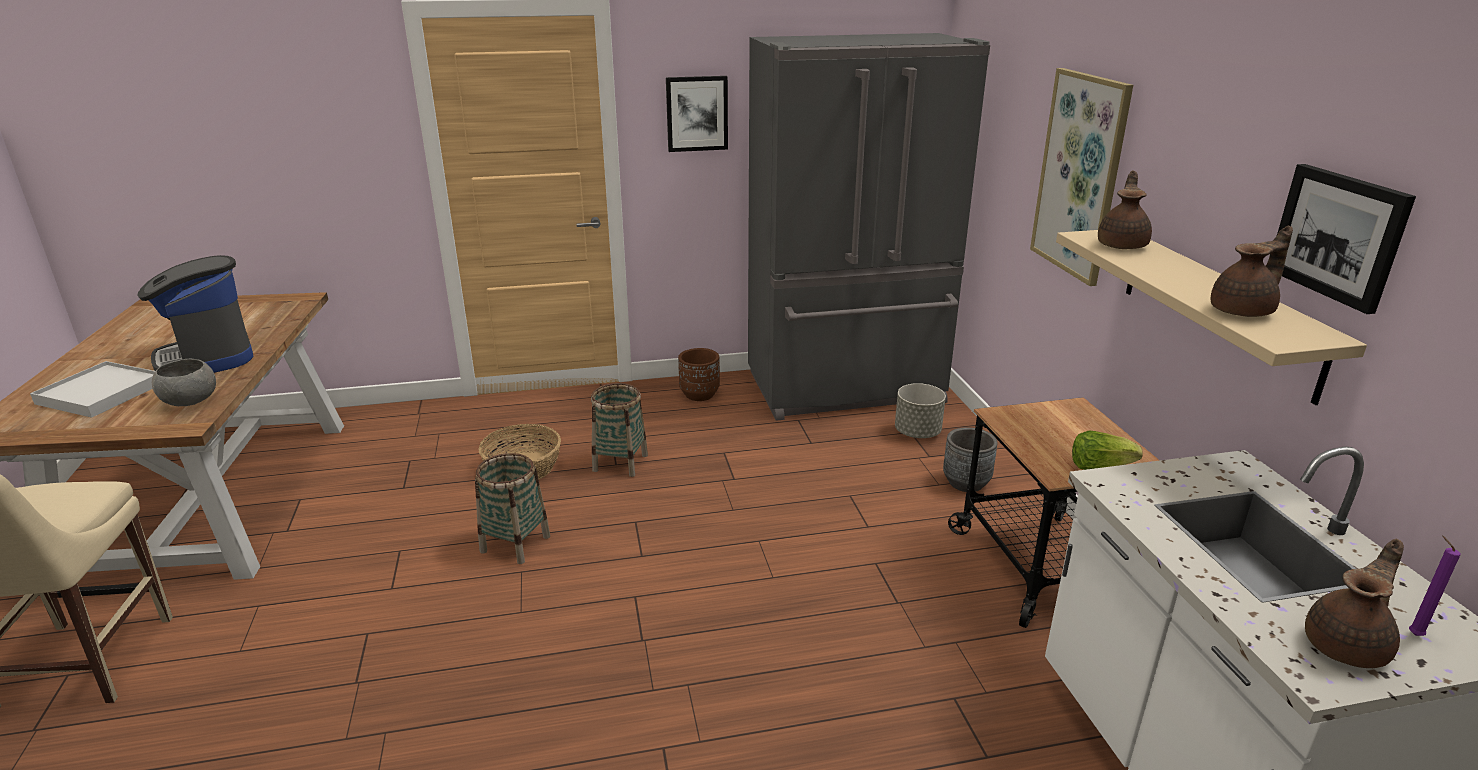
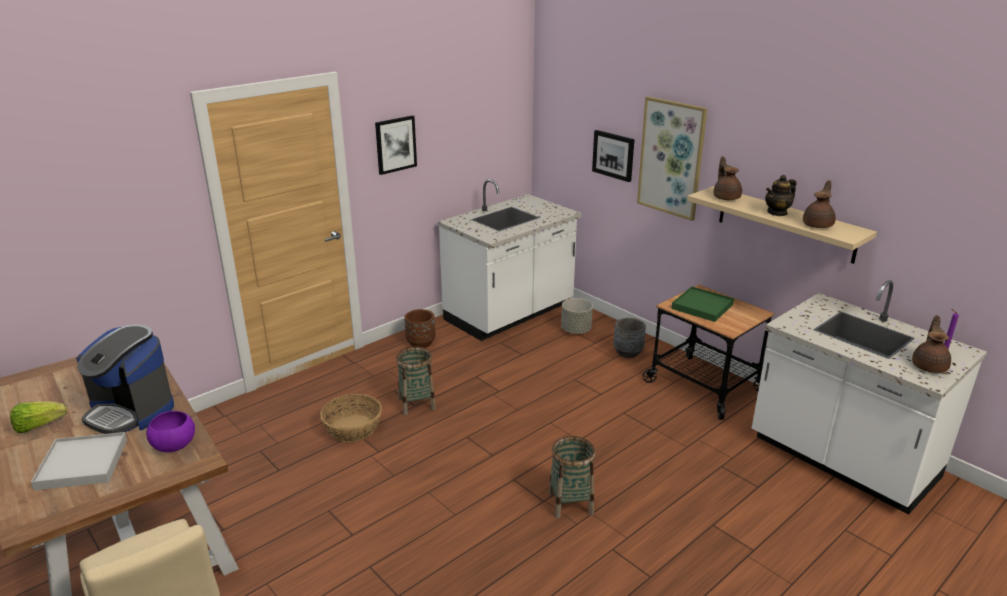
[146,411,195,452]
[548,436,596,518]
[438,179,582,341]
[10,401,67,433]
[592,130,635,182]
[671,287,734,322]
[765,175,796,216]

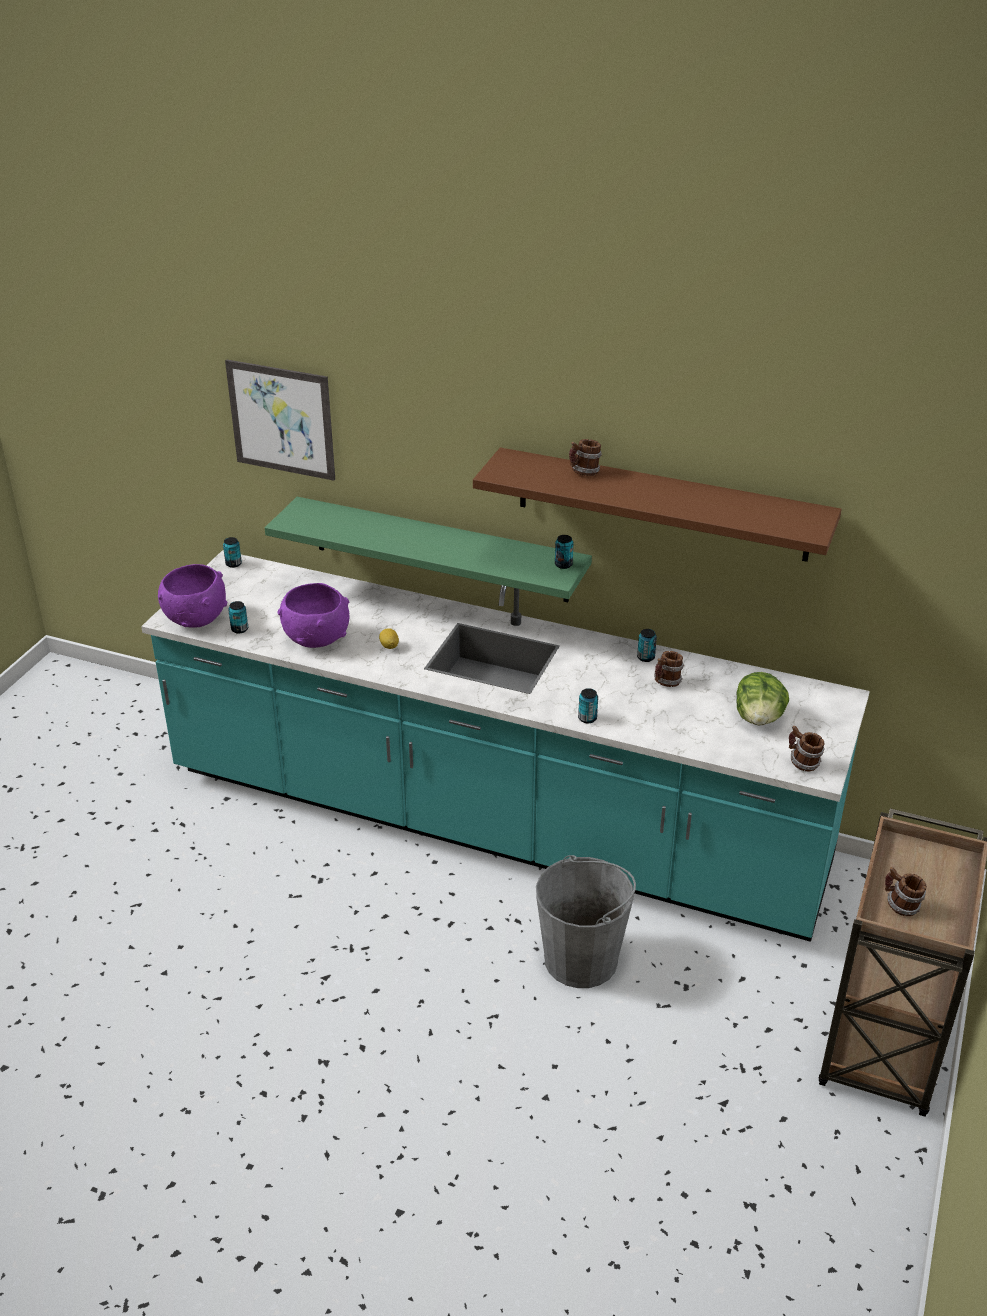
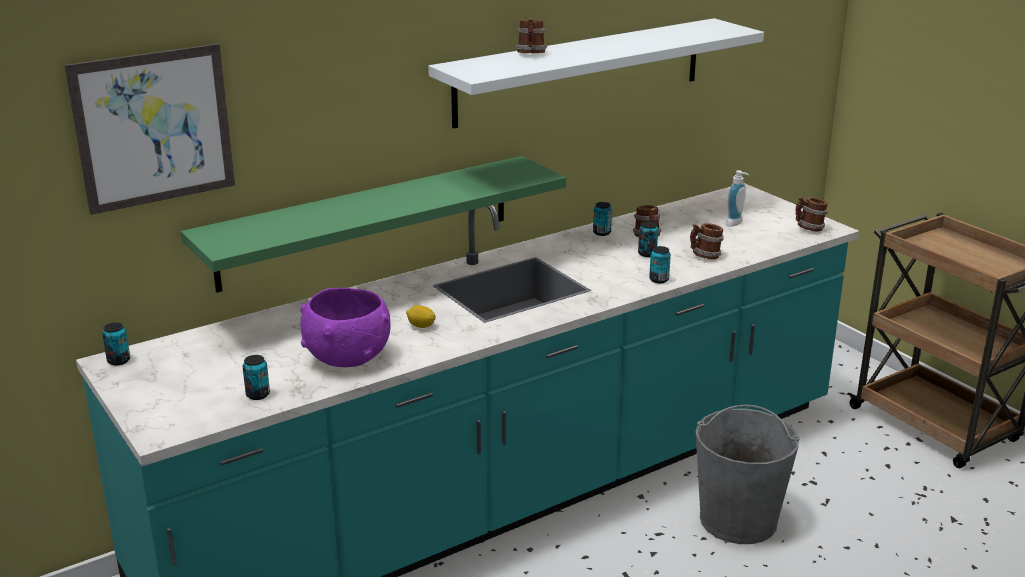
[158,564,227,628] (first image)
[428,18,764,129]
[638,222,658,257]
[726,170,749,227]
[690,223,724,259]

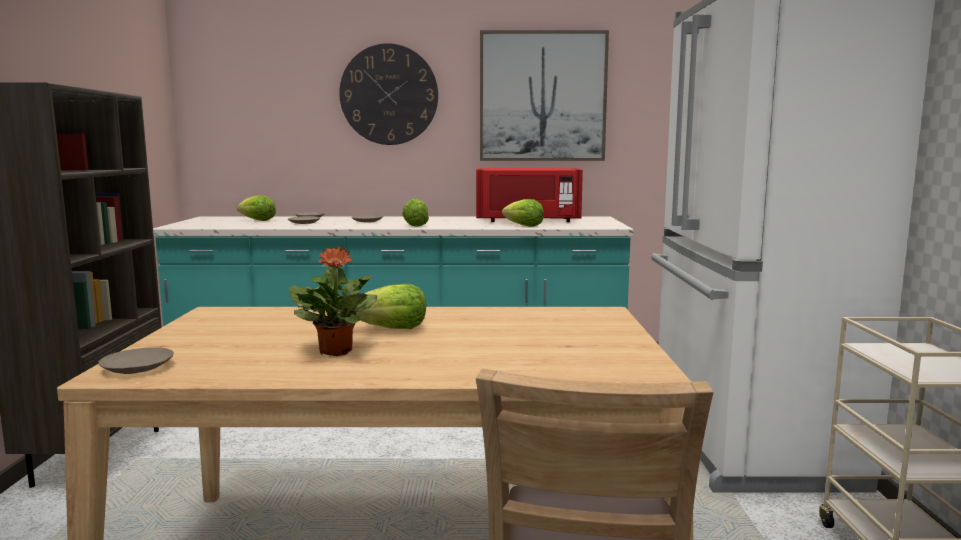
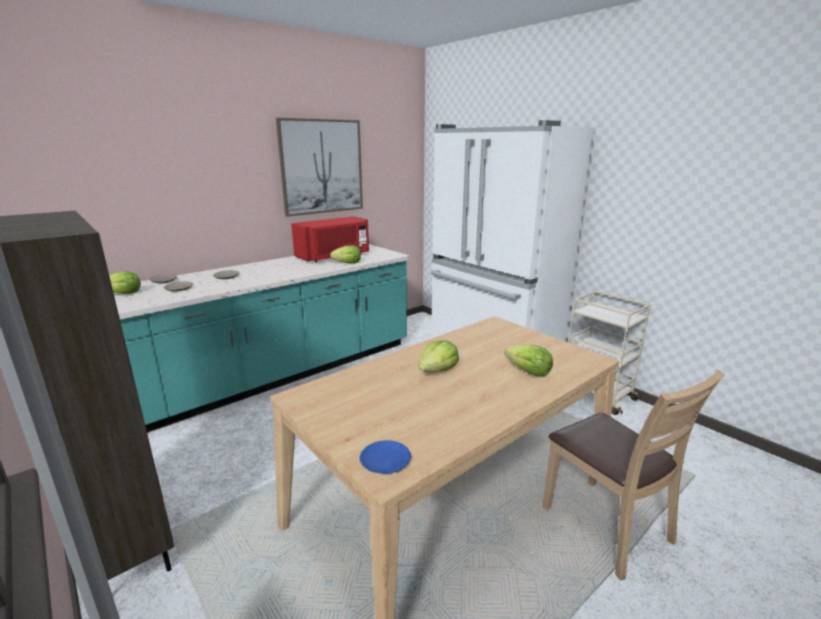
[360,440,411,474]
[289,246,377,356] (first image)
[339,43,438,145] (first image)
[504,344,553,377]

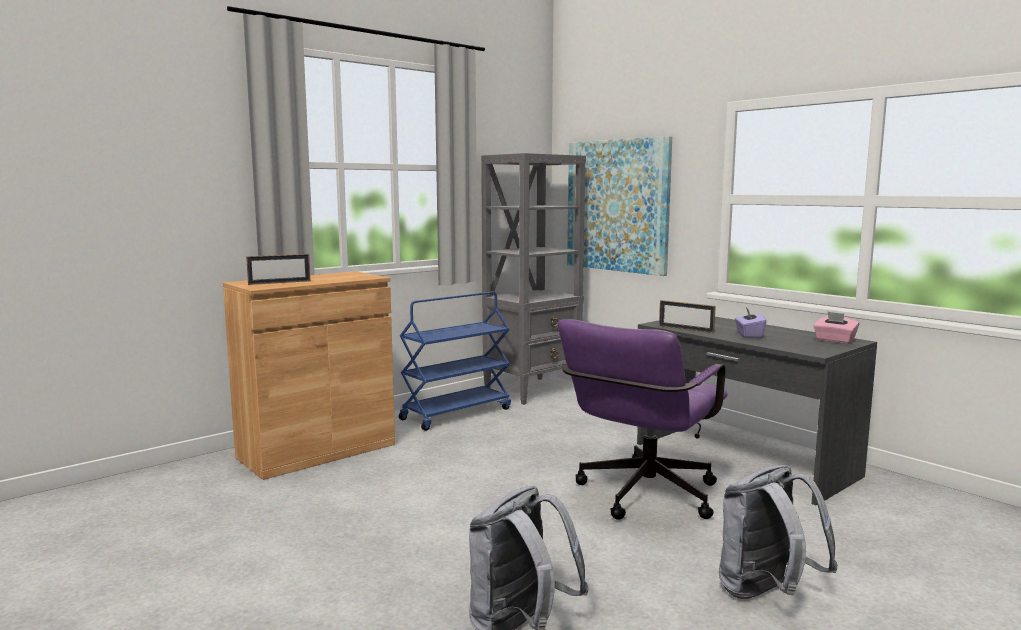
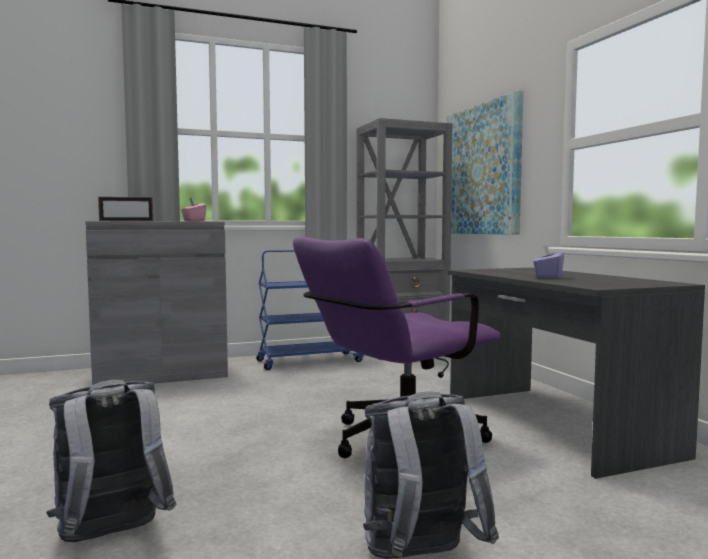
[85,221,228,385]
[659,300,716,333] (first image)
[181,198,207,221]

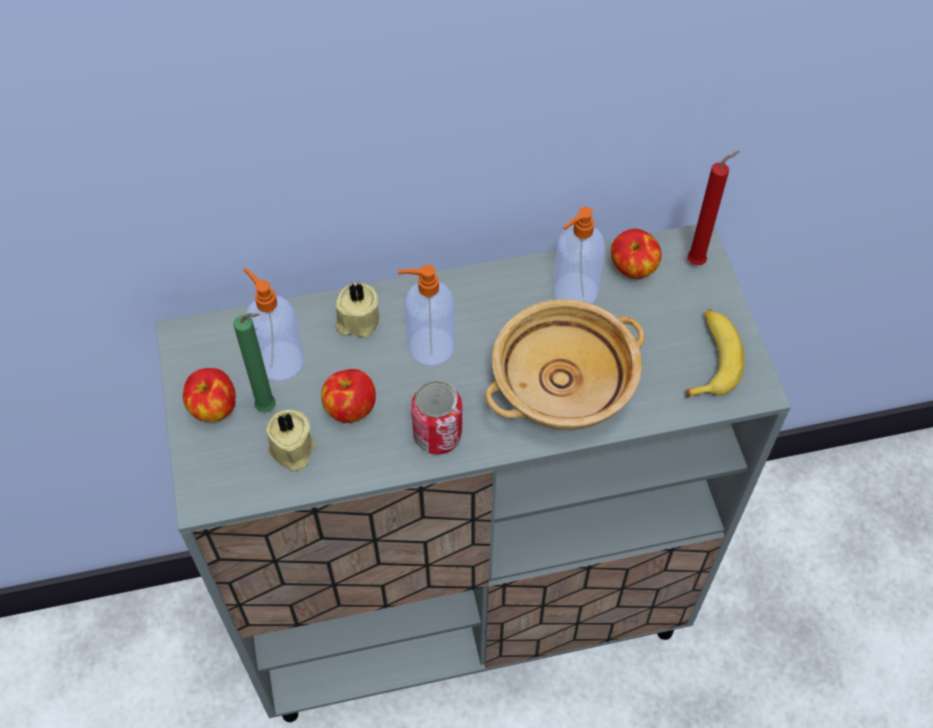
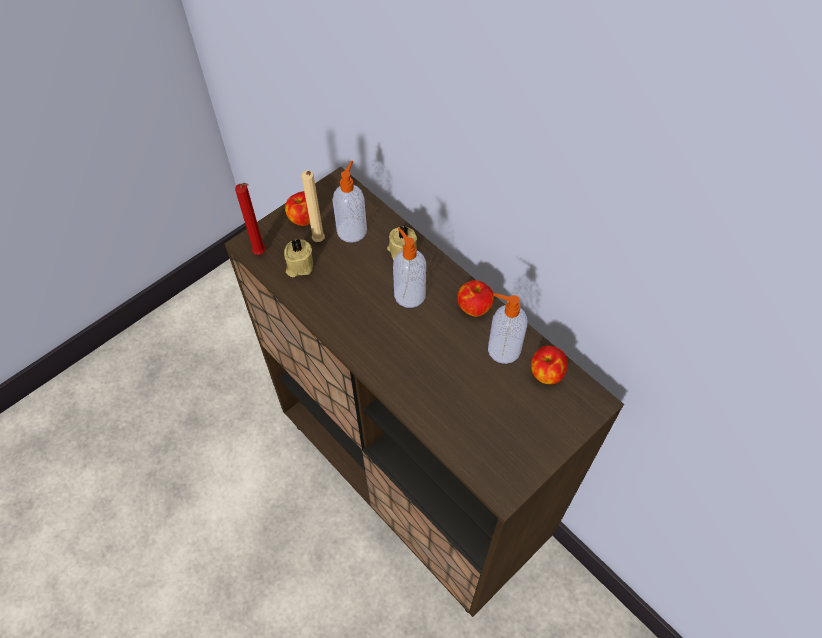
[225,166,624,617]
[302,170,325,242]
[457,280,494,317]
[411,380,462,455] (first image)
[485,299,645,430] (first image)
[686,309,745,398] (first image)
[235,183,265,255]

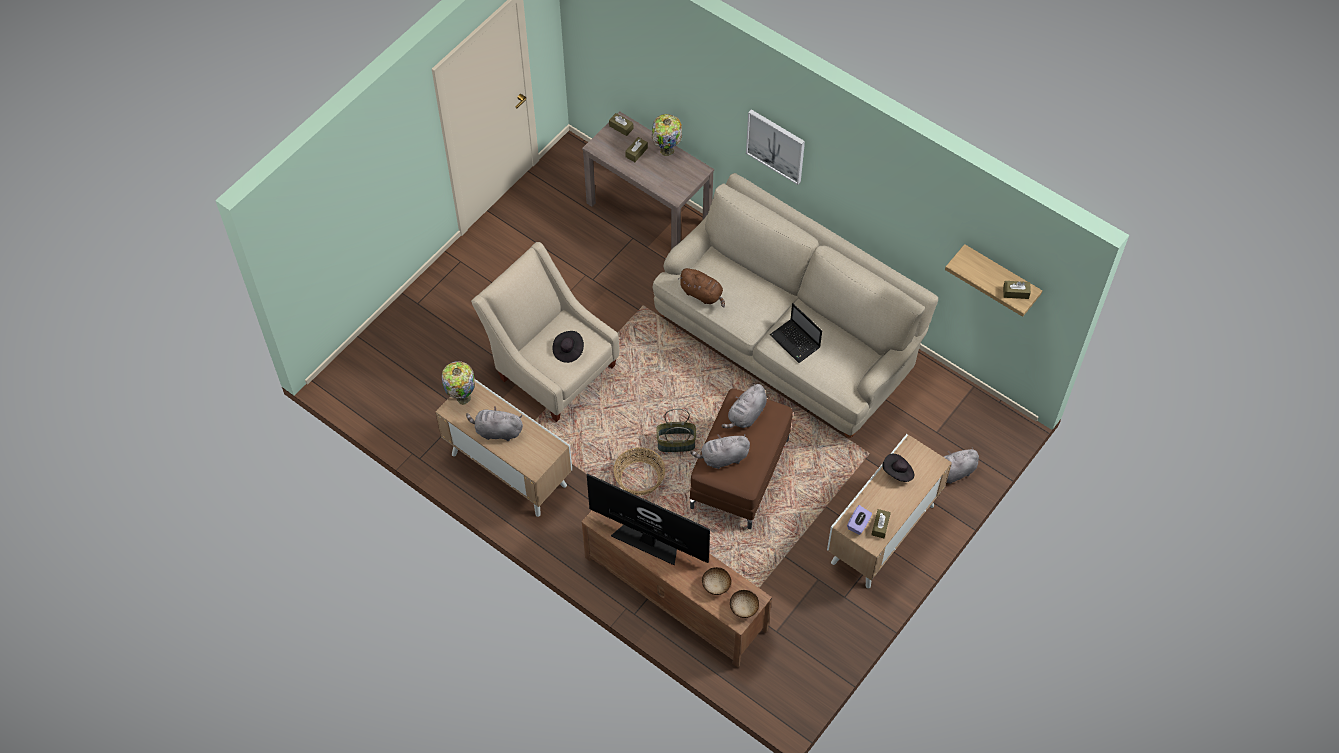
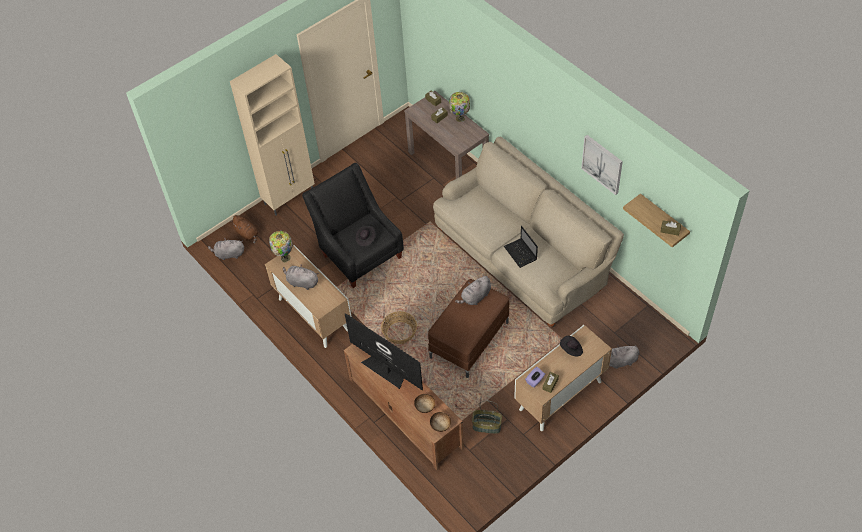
[302,163,404,288]
[472,401,502,434]
[230,215,258,243]
[208,238,244,260]
[581,135,623,195]
[230,54,315,216]

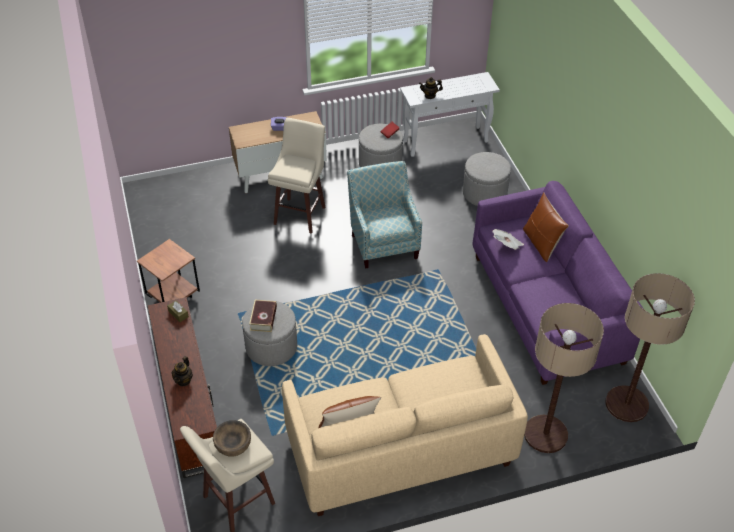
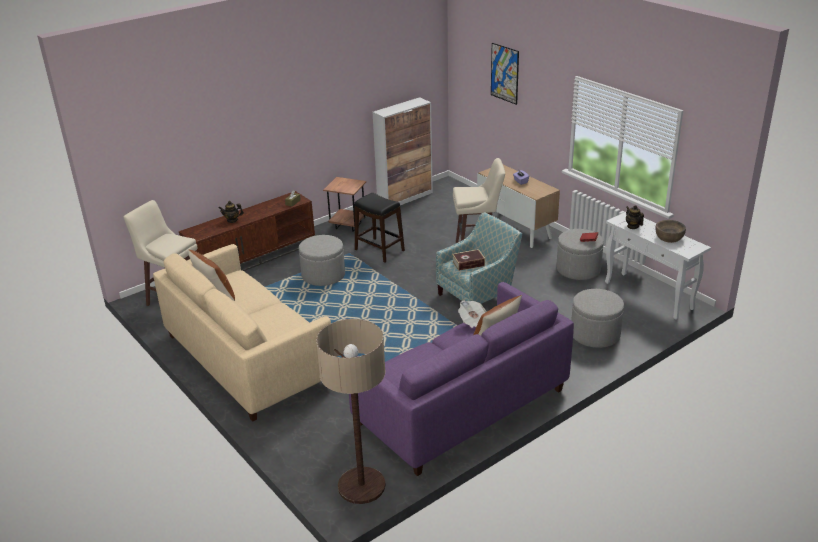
[656,220,686,243]
[452,249,485,271]
[524,303,604,453] (first image)
[354,193,405,263]
[372,97,433,205]
[491,43,519,105]

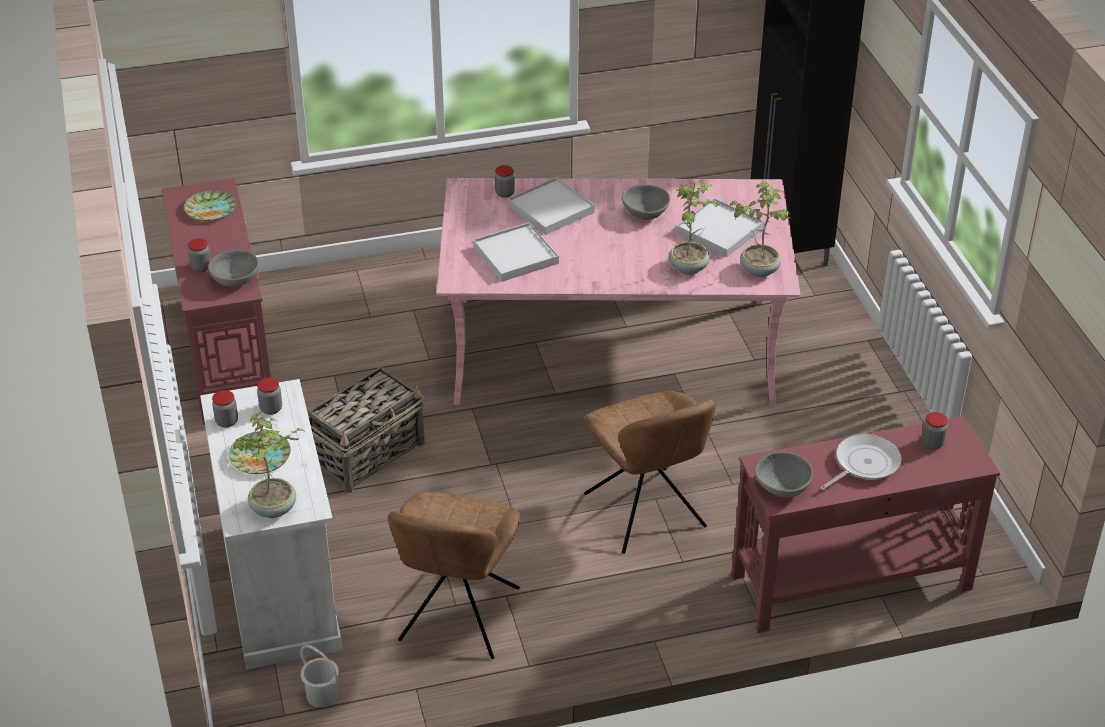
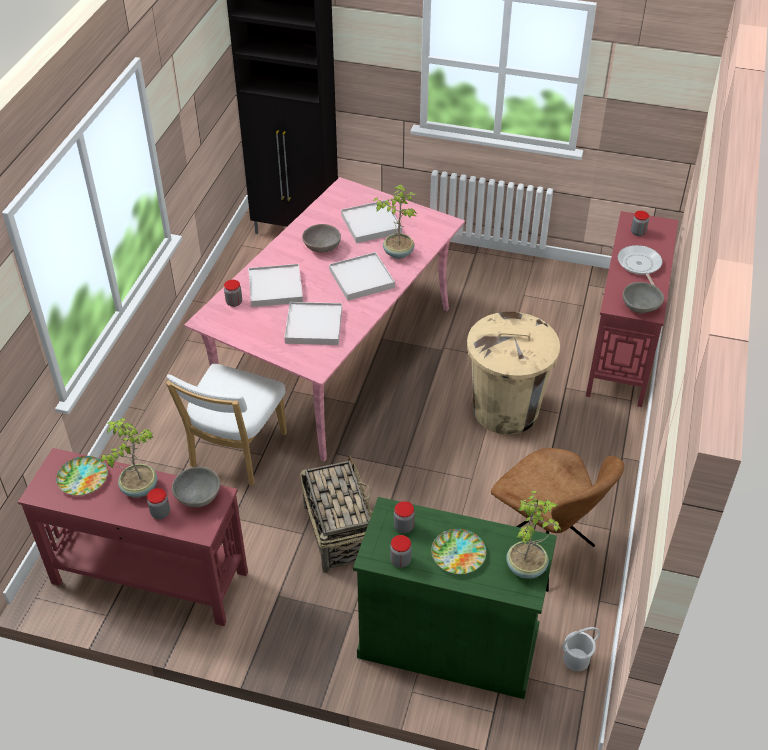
[353,497,557,699]
[467,312,560,435]
[101,418,157,497]
[166,363,287,486]
[329,252,395,301]

